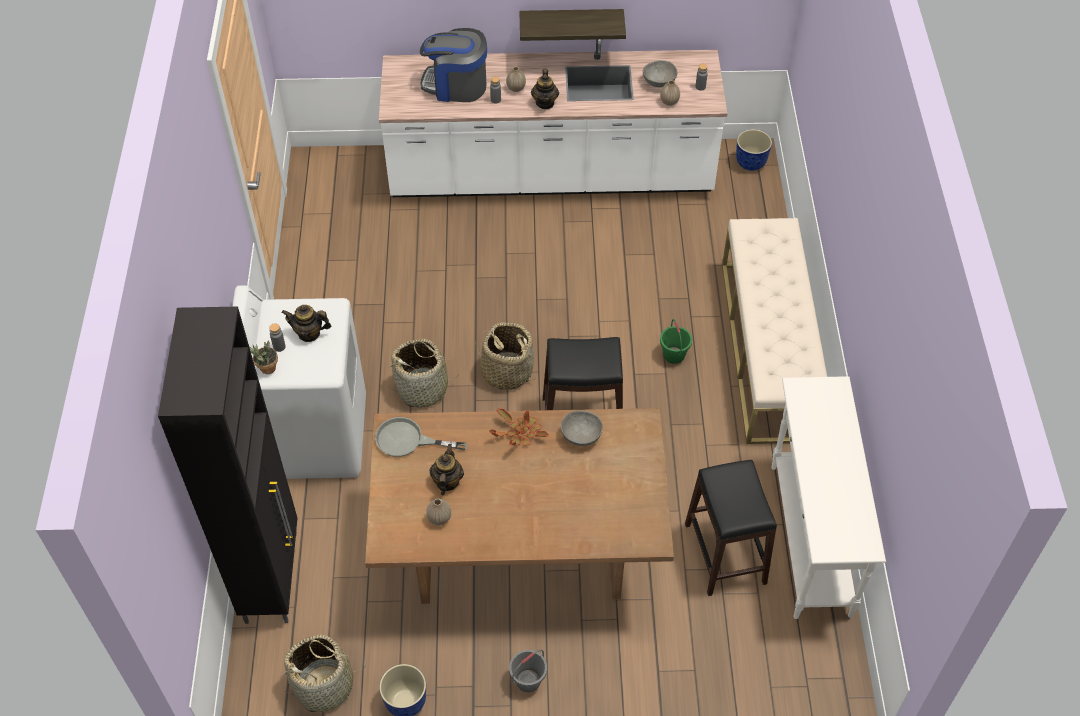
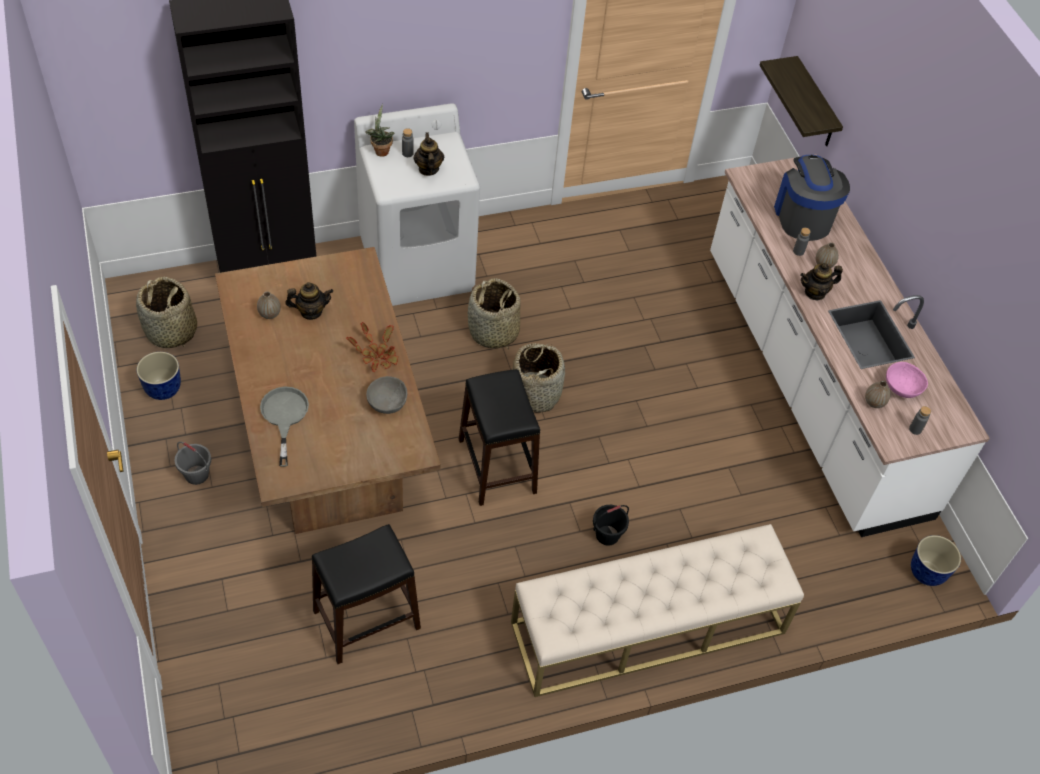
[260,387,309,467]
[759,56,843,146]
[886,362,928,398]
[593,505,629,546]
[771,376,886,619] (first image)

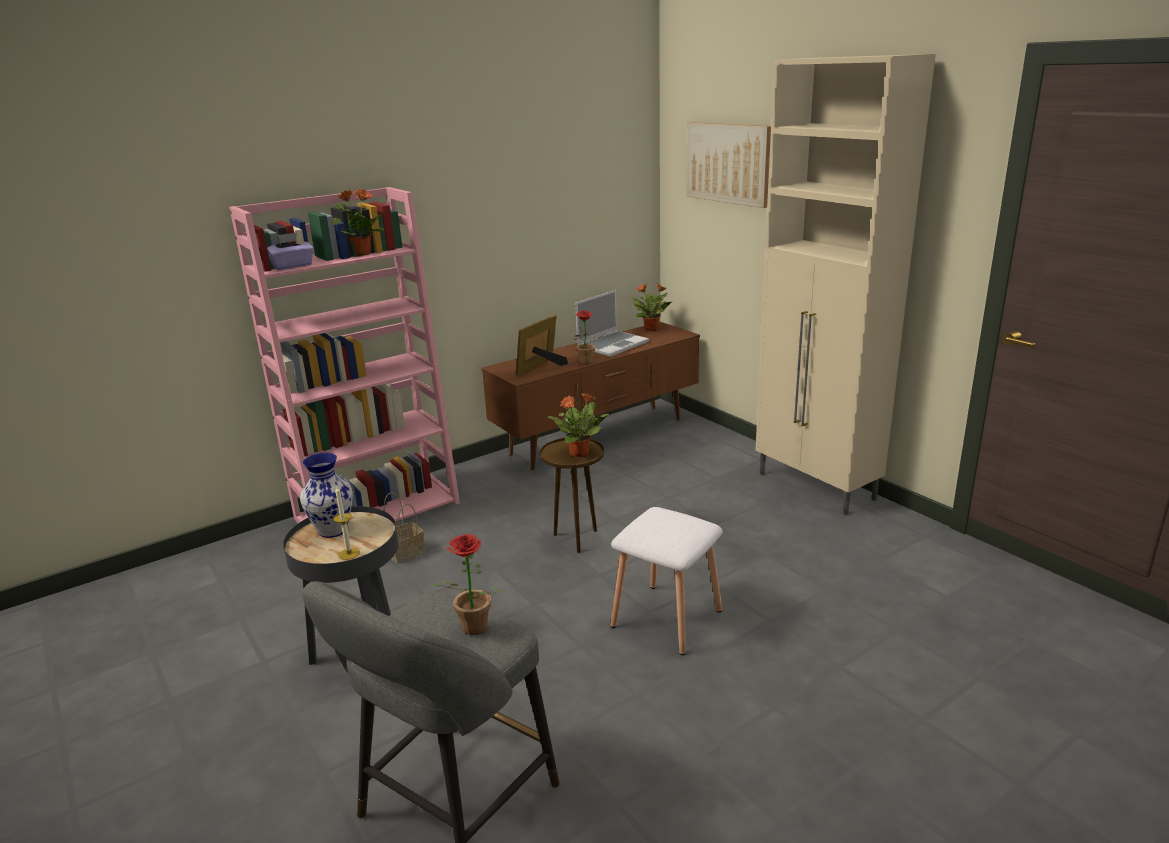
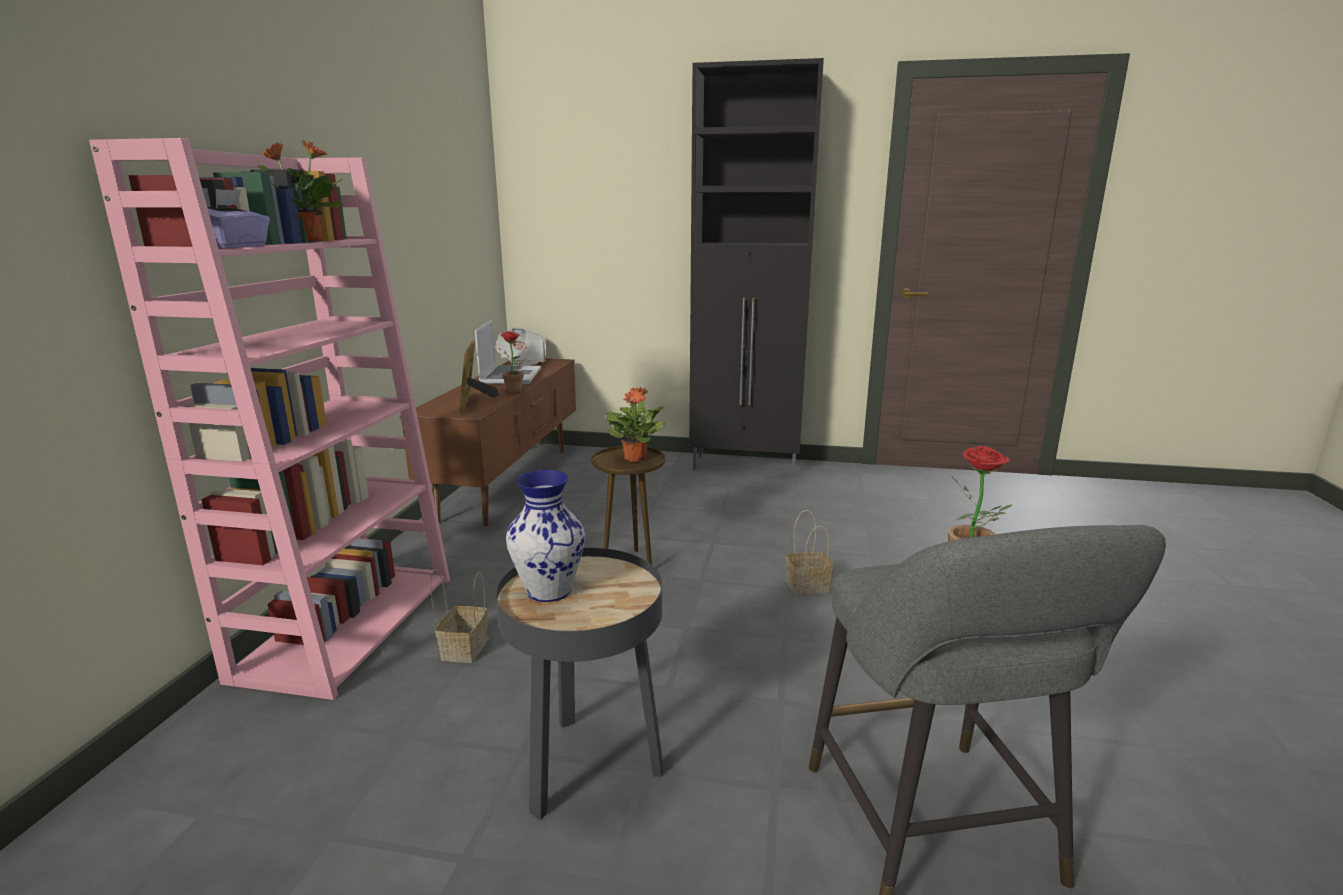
[333,487,360,560] (first image)
[786,510,834,595]
[495,328,547,366]
[686,122,771,208] (first image)
[689,58,824,476]

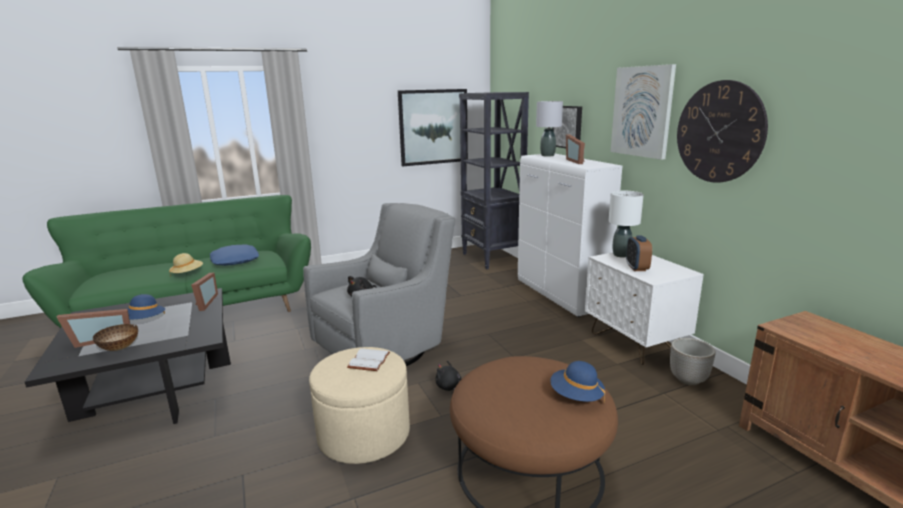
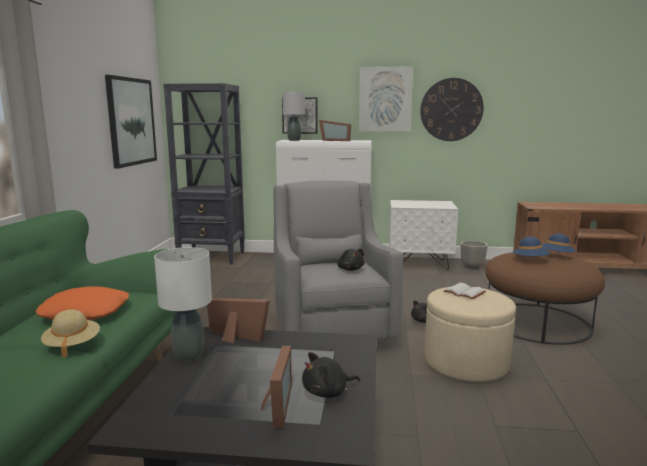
[302,352,360,398]
[513,237,550,257]
[36,286,129,320]
[154,247,212,361]
[626,235,652,271] (first image)

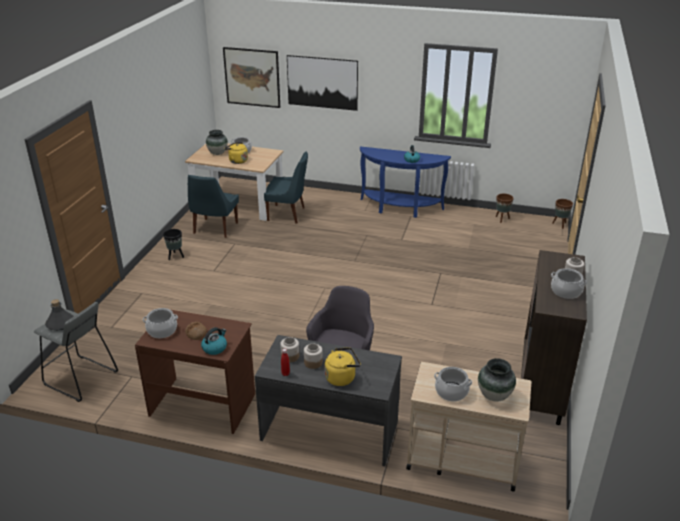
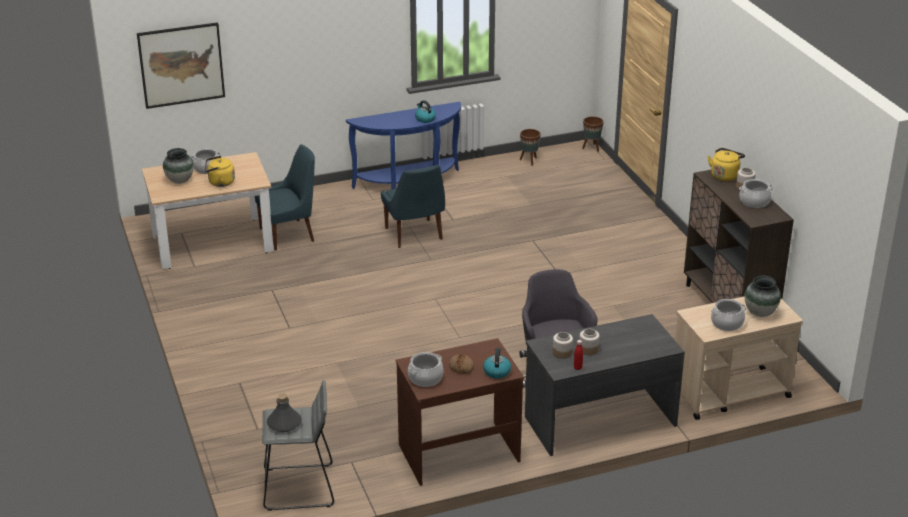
[163,229,184,260] (first image)
[381,165,445,248]
[287,55,358,111] (first image)
[708,148,745,181]

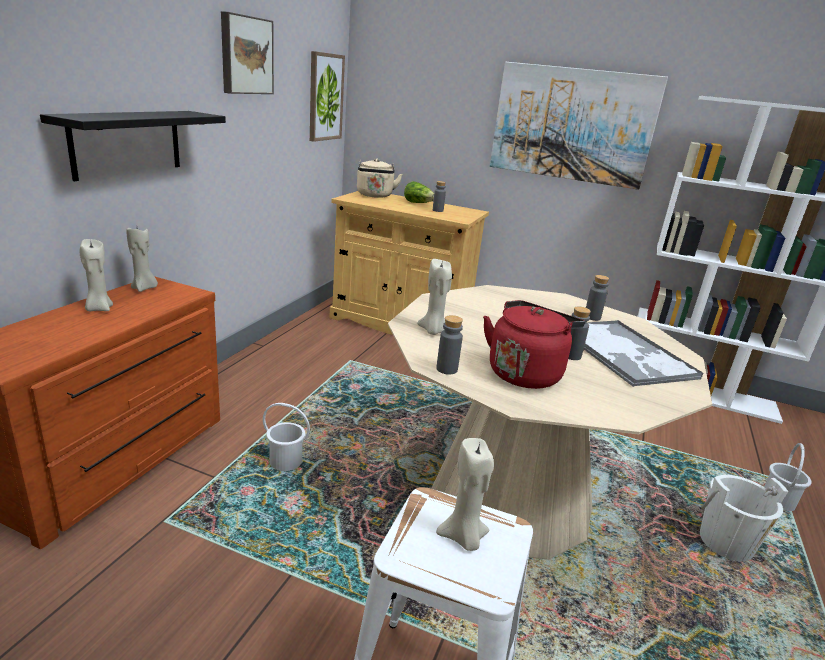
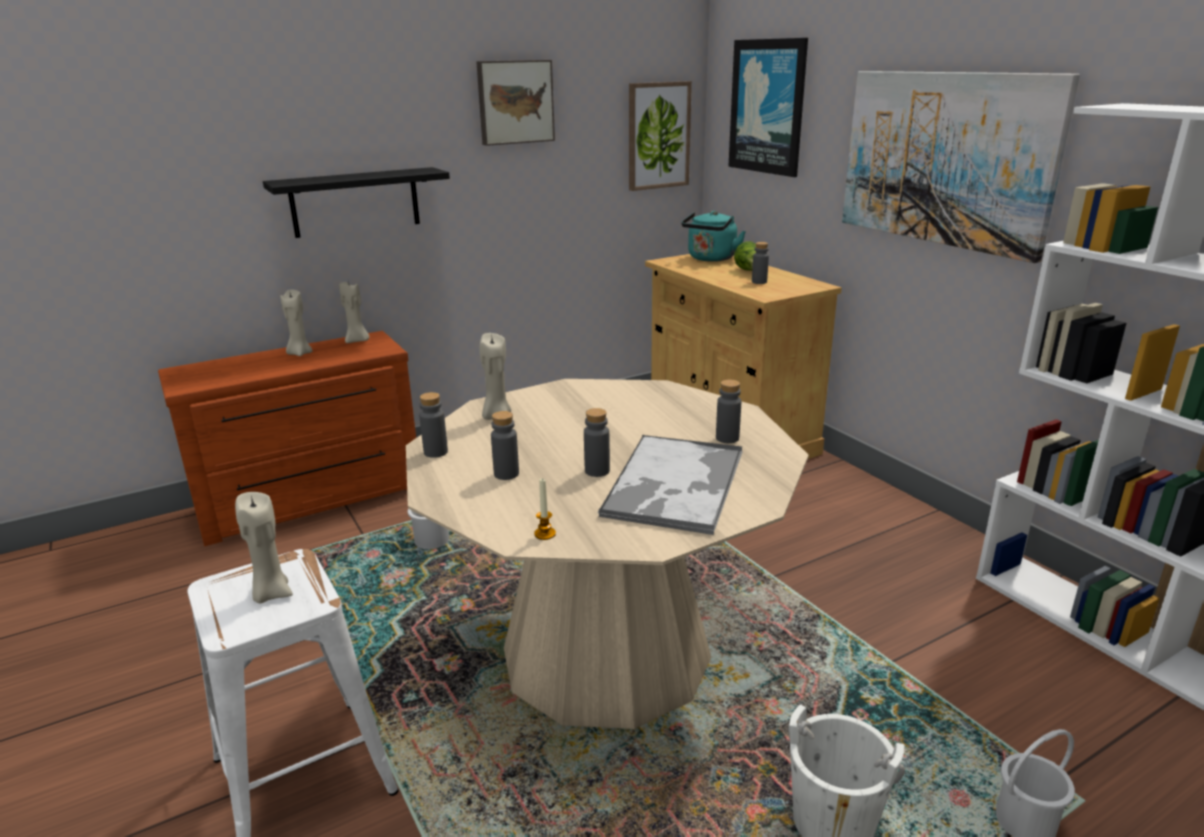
[681,211,746,262]
[491,411,519,480]
[534,478,556,540]
[728,38,808,177]

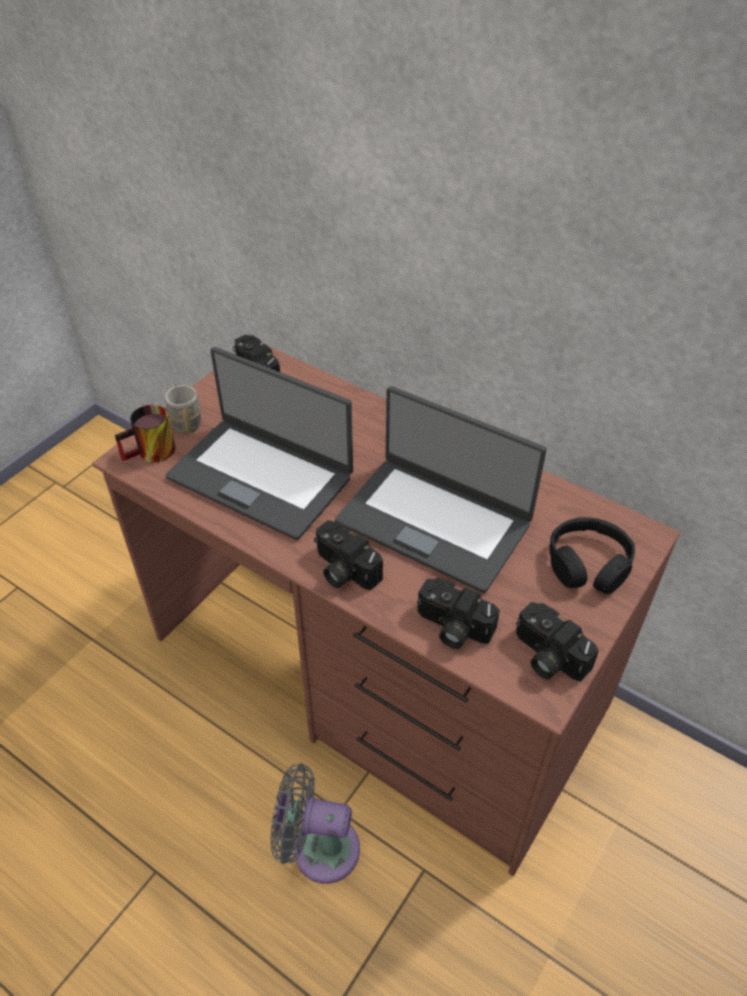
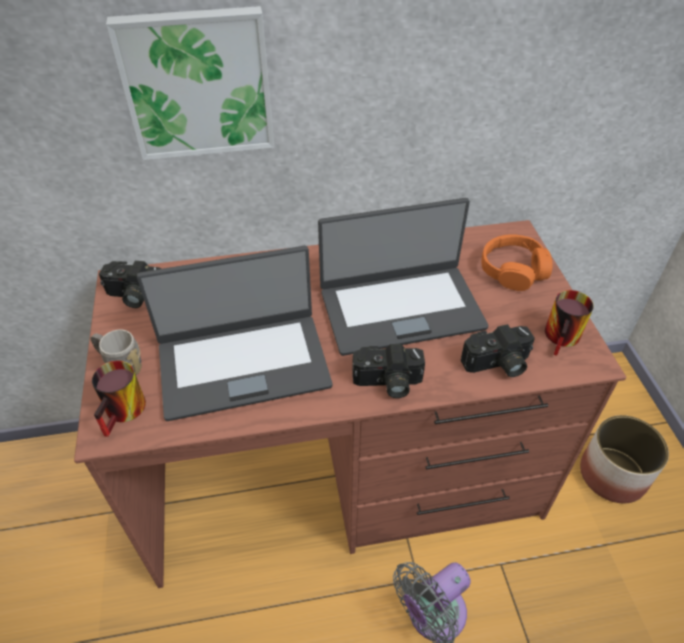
[545,290,594,356]
[481,234,552,291]
[106,6,274,160]
[580,415,669,503]

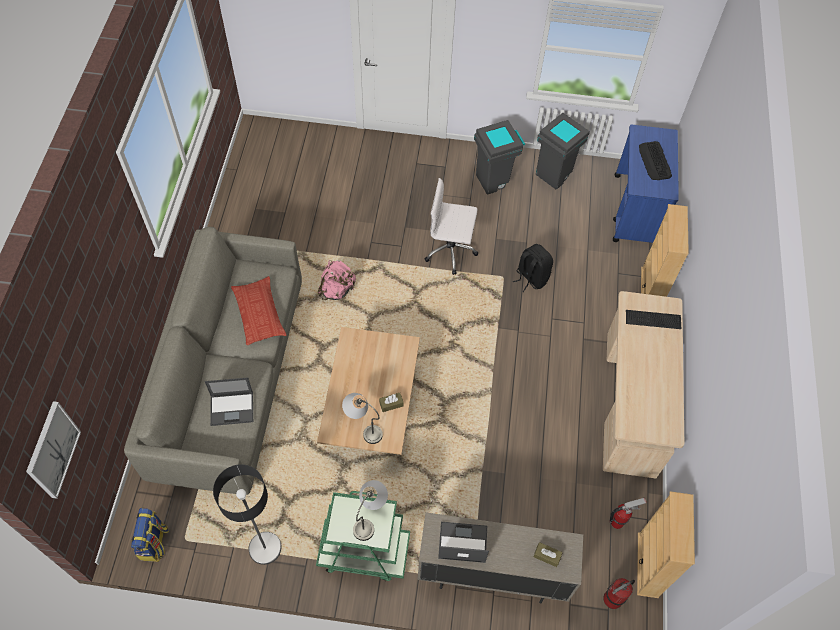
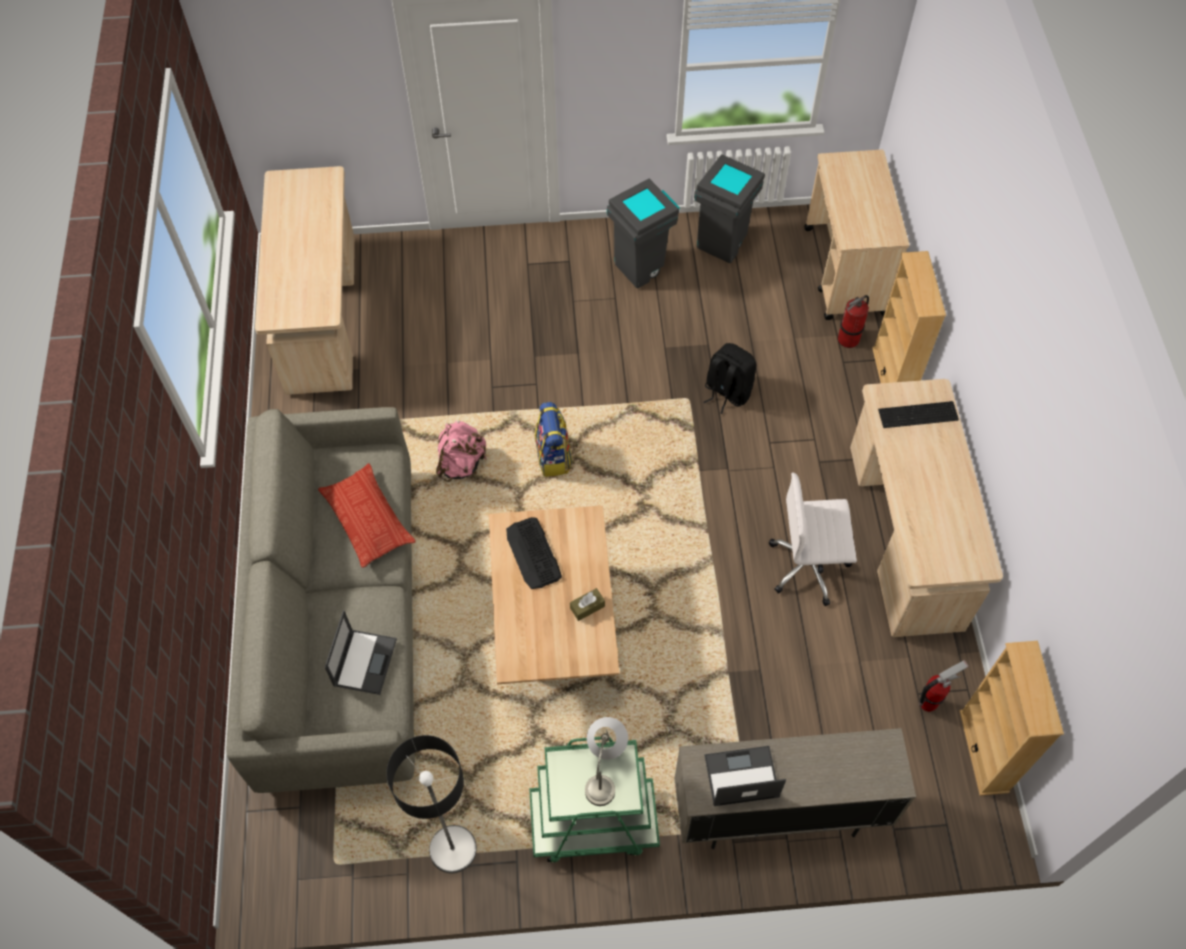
[26,401,81,499] (first image)
[535,402,573,477]
[325,610,397,695]
[342,393,383,444] (first image)
[769,472,857,606]
[534,542,563,567] (first image)
[838,295,869,348]
[804,150,909,320]
[506,517,562,589]
[255,166,355,395]

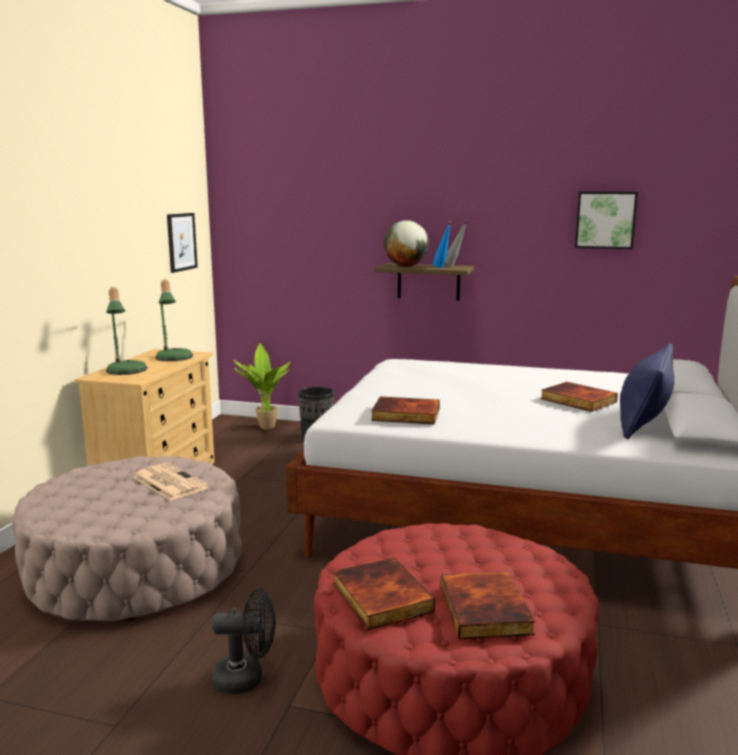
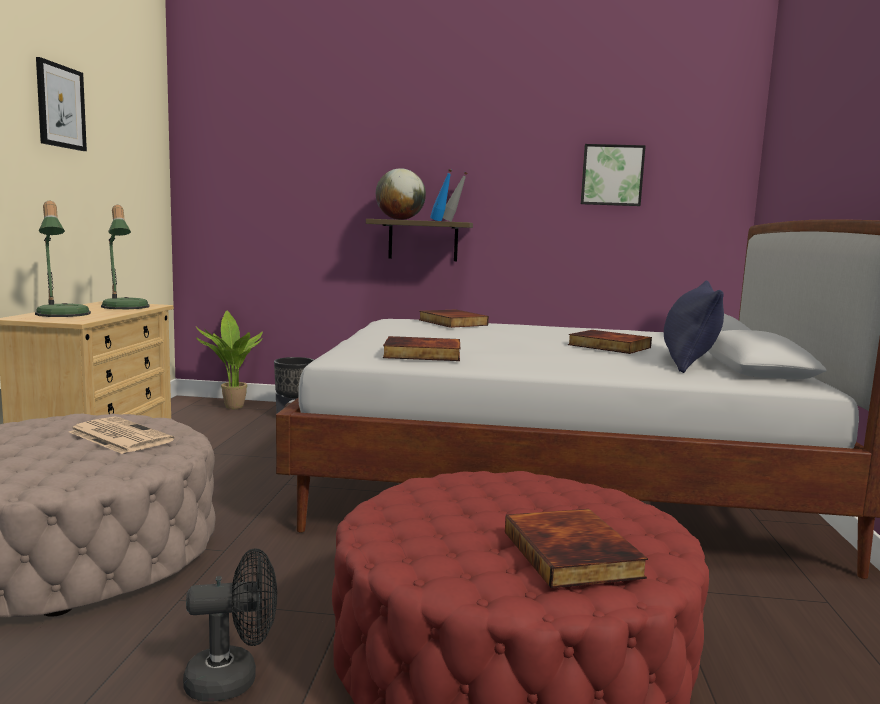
[36,57,87,151]
[419,309,489,328]

